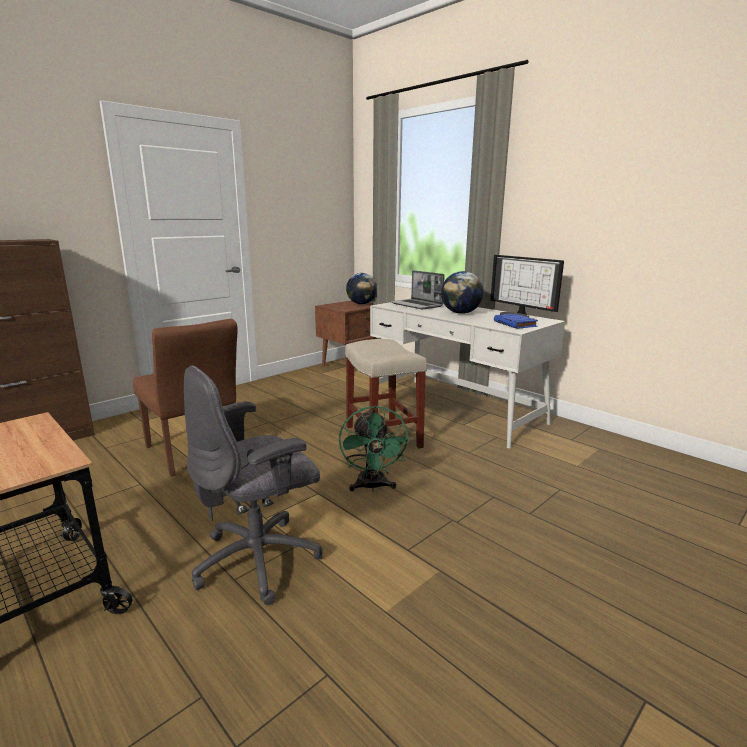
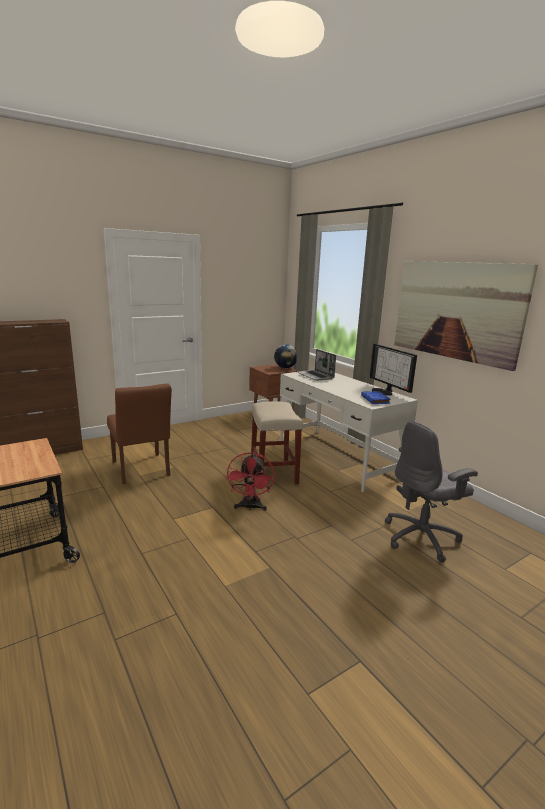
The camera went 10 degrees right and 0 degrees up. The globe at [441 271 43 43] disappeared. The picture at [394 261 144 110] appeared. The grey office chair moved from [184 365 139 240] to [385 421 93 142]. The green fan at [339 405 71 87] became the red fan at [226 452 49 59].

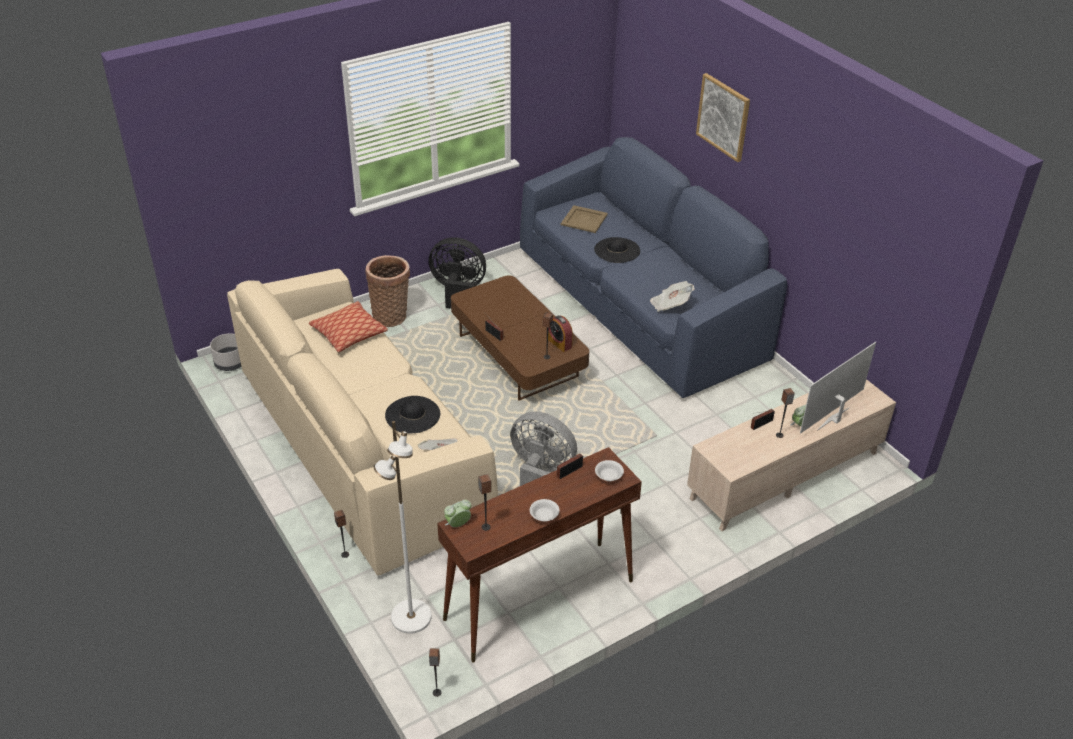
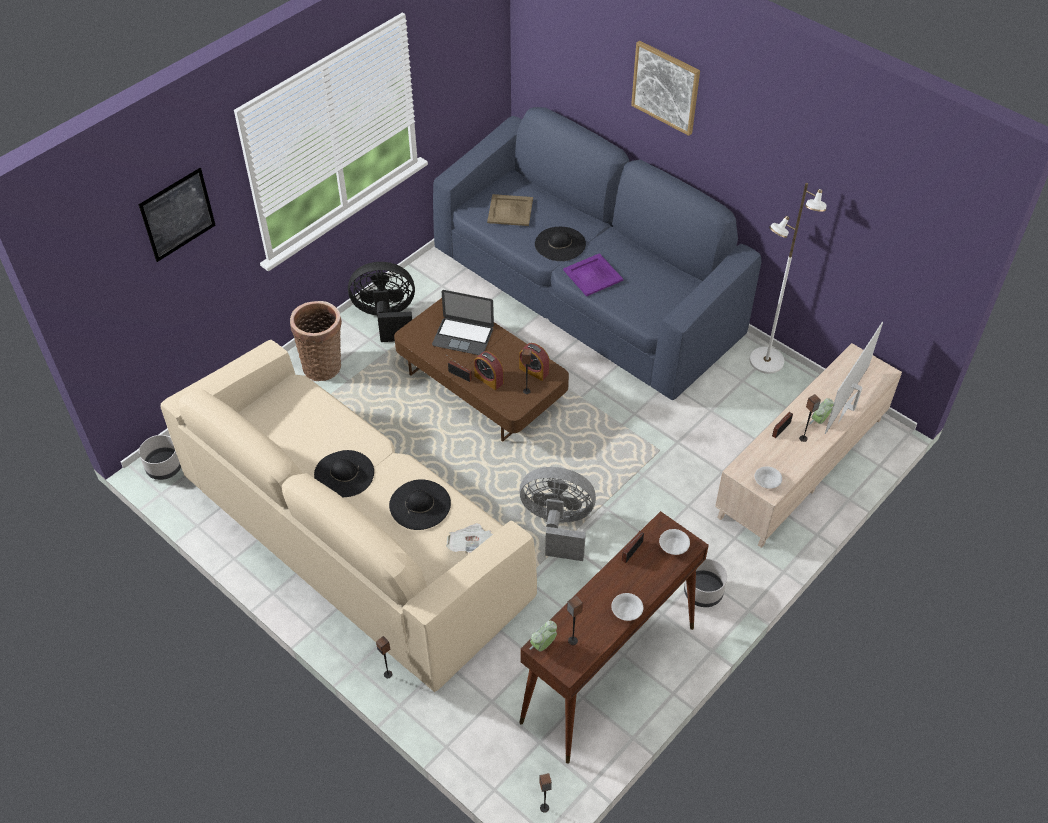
The camera went 15 degrees left and 10 degrees up. The pillow at [309 301 79 52] disappeared. The newspaper at [650 281 45 31] disappeared. The picture at [138 168 77 94] appeared. The black hat at [314 450 60 47] appeared. The laptop at [432 290 62 65] appeared. The alarm clock at [474 351 29 39] appeared. The purple tray at [563 253 60 44] appeared. The grey planter at [684 558 43 49] appeared. The white bowl at [755 466 27 23] appeared. The white floor lamp moved from [374 421 58 213] to [750 183 76 191].

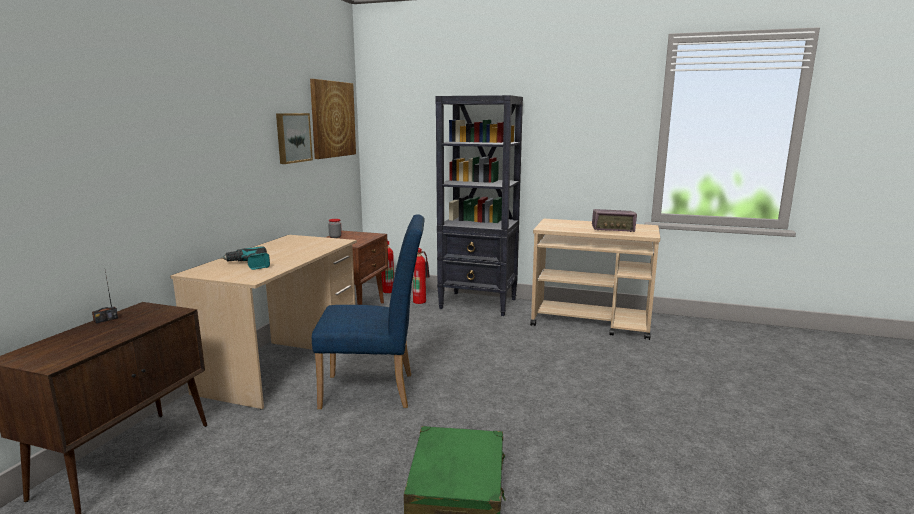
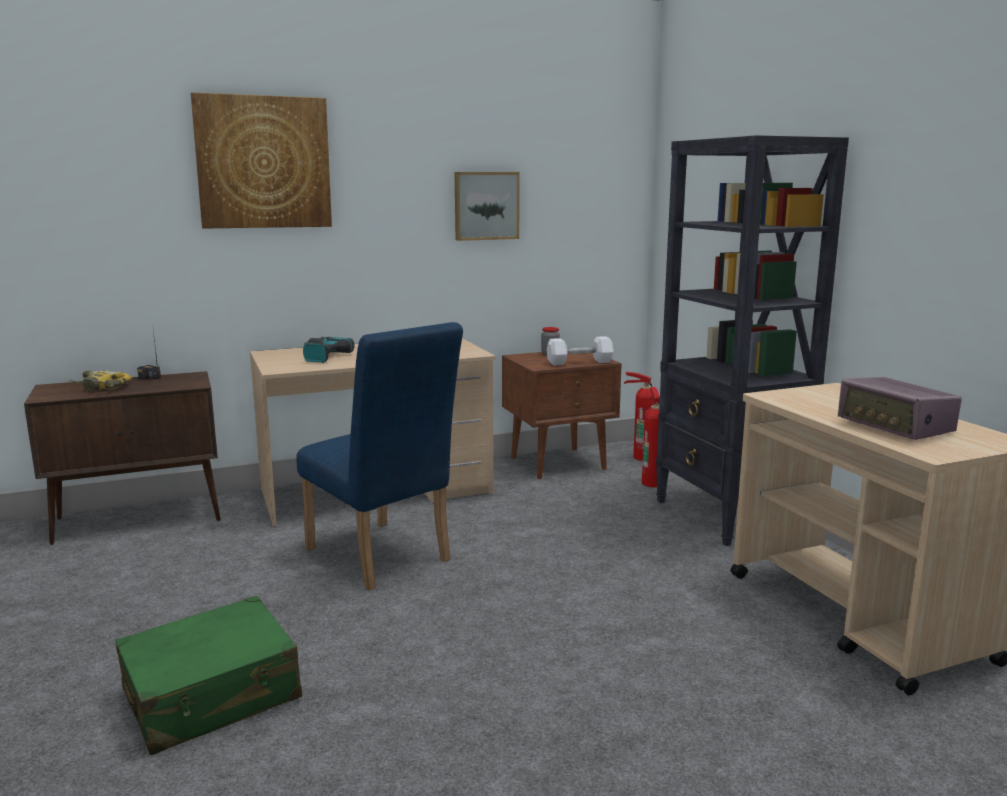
The camera went 50 degrees right and 0 degrees up. The power drill at [69 370 63 21] appeared. The white dumbbell at [547 336 67 29] appeared. The picture moved from [310 79 46 80] to [191 92 141 137].

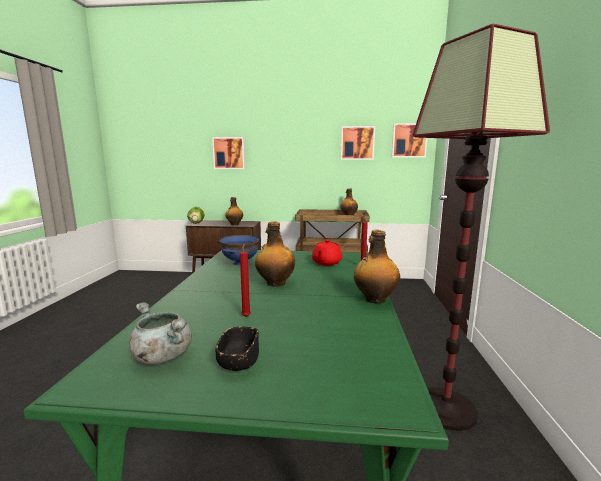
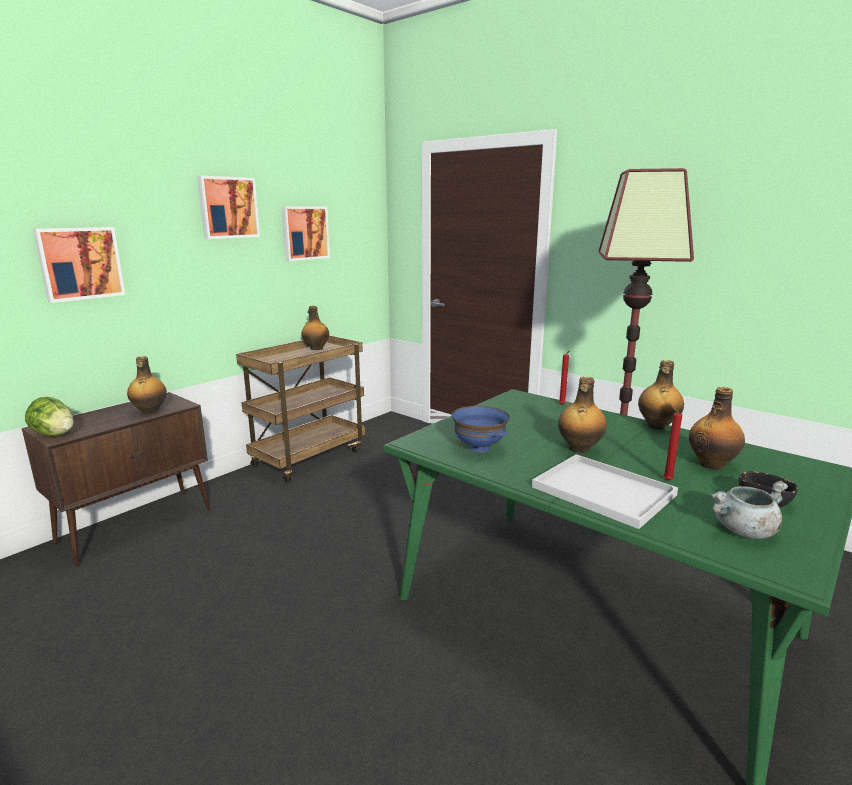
The camera went 55 degrees left and 5 degrees up. The red teapot at [312 239 30 26] disappeared. The white tray at [532 454 146 75] appeared. The bottle at [689 387 56 83] appeared. The picture moved from [391 123 36 35] to [197 176 63 63].

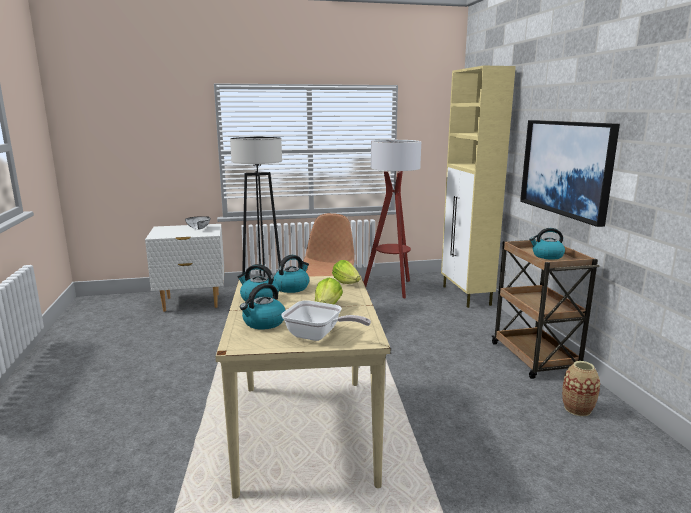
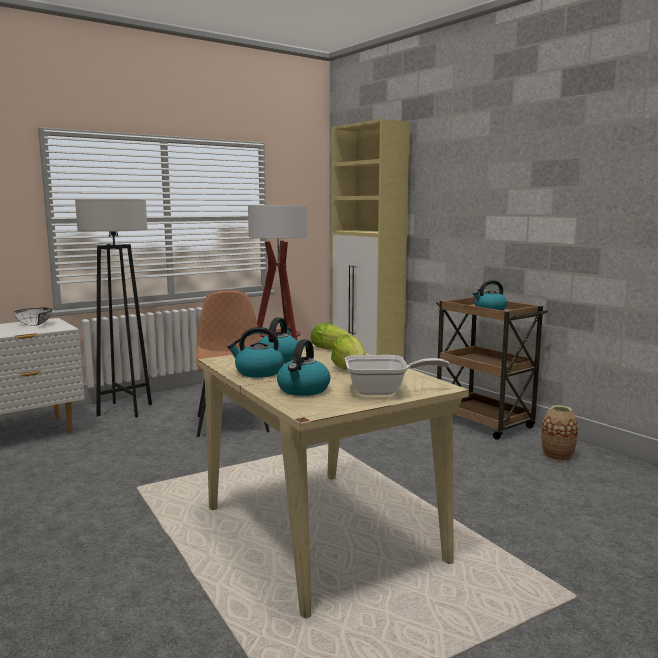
The camera went 25 degrees left and 5 degrees down. The picture at [520 120 100 107] disappeared.

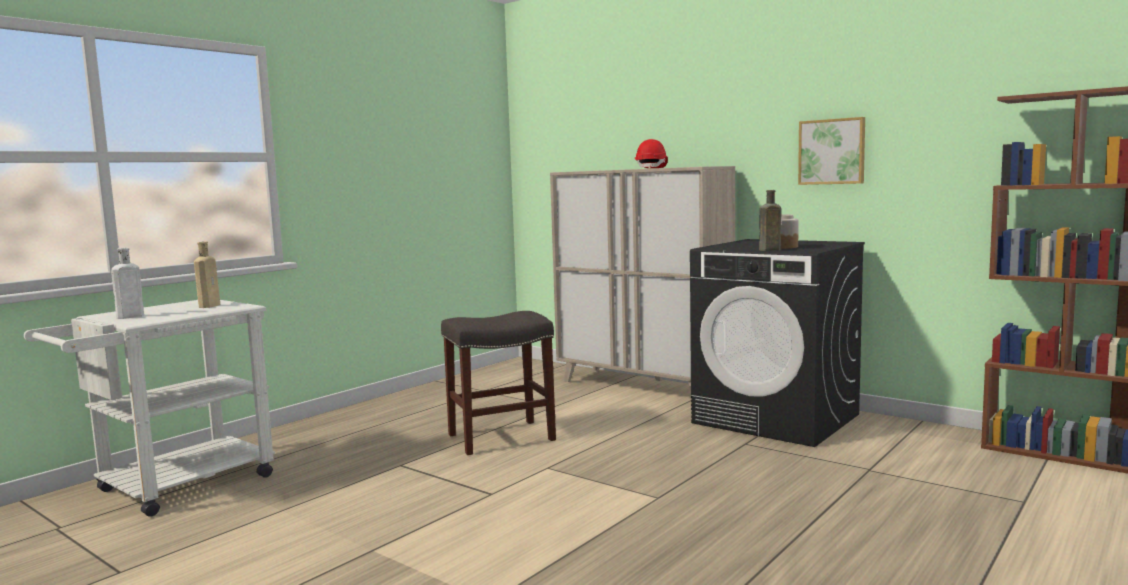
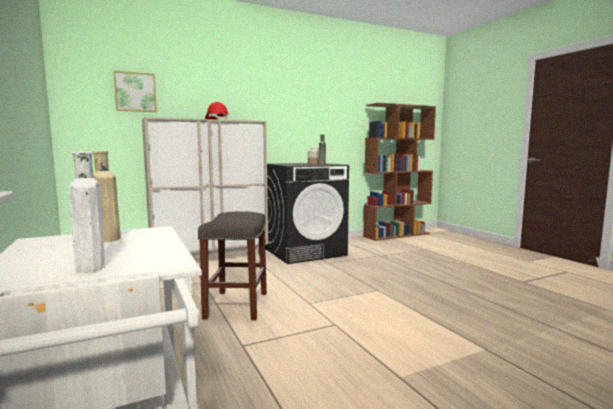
The camera went 65 degrees left and 0 degrees up. The picture moved from [798 117 67 68] to [113 71 44 41].

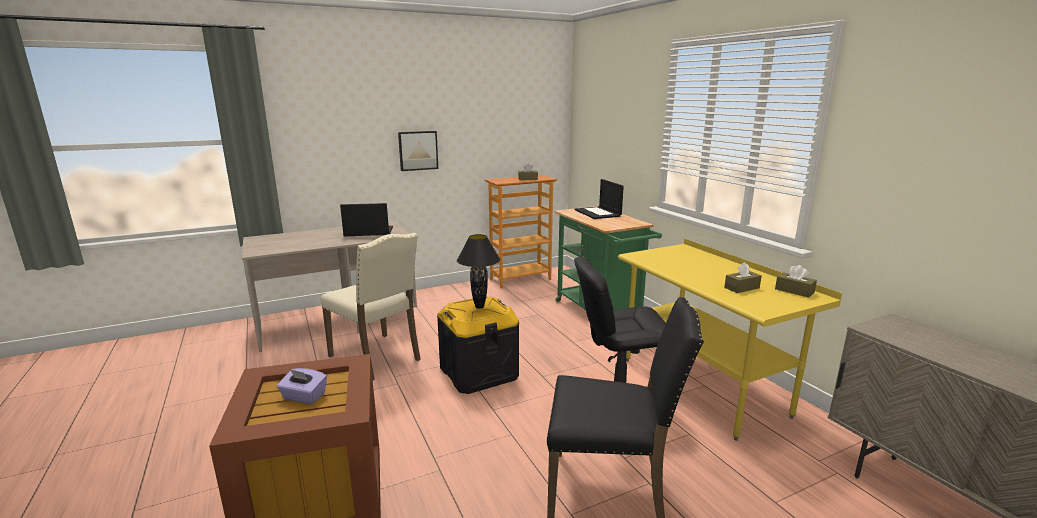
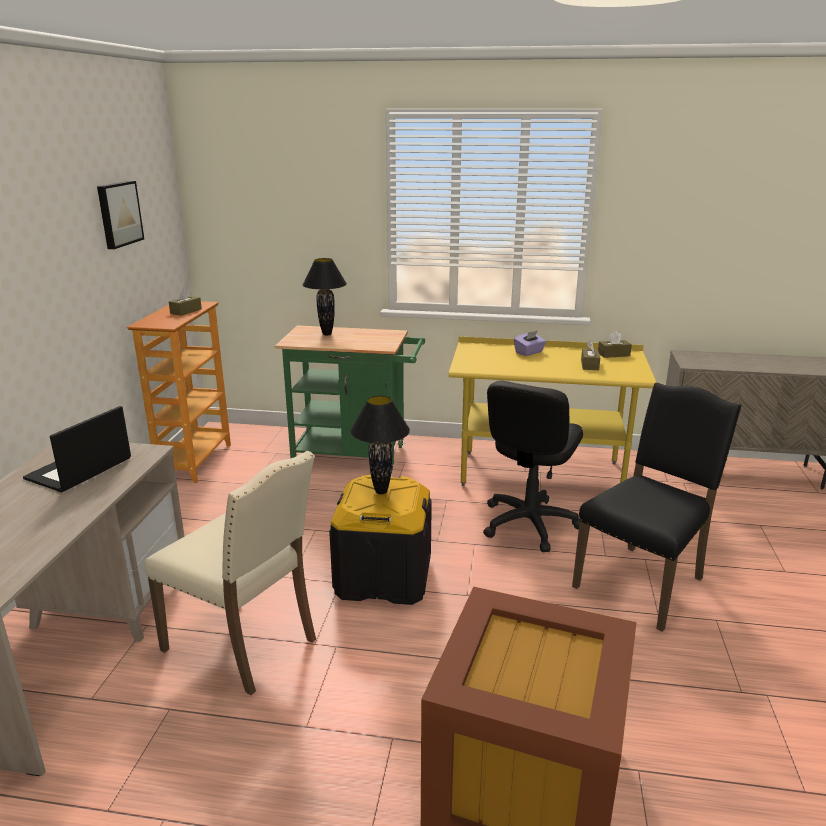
The camera went 55 degrees left and 5 degrees up. The purple tissue box moved from [277 368 50 36] to [514 331 32 25]. The picture moved from [398 131 40 40] to [97 181 47 68]. The laptop at [574 179 50 40] was replaced by the black table lamp at [303 258 44 77]. The beige chair at [321 233 100 147] turned 45 degrees clockwise.

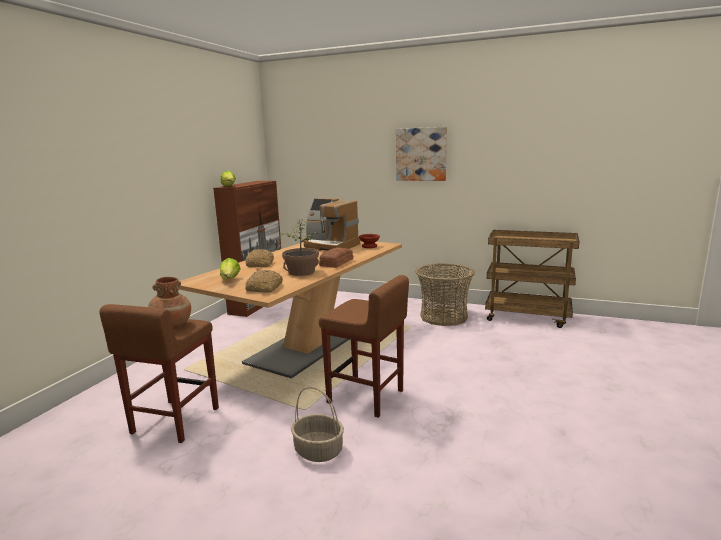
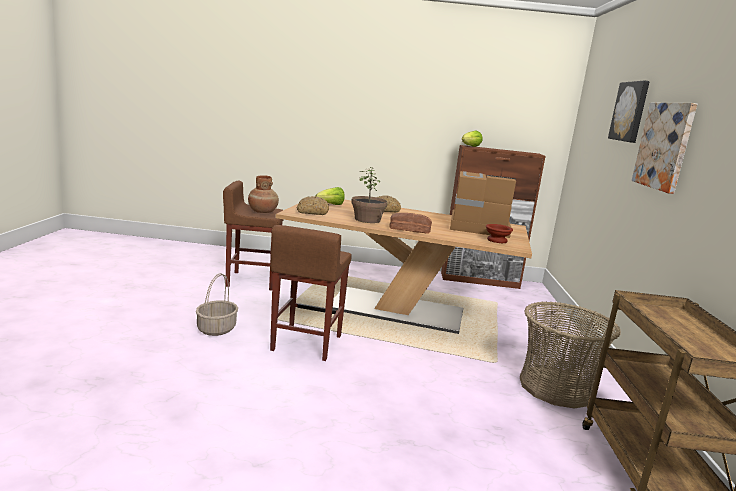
The camera went 70 degrees right and 0 degrees up. The picture at [608 81 42 62] appeared. The coffee machine at [302 198 58 53] turned 90 degrees clockwise.

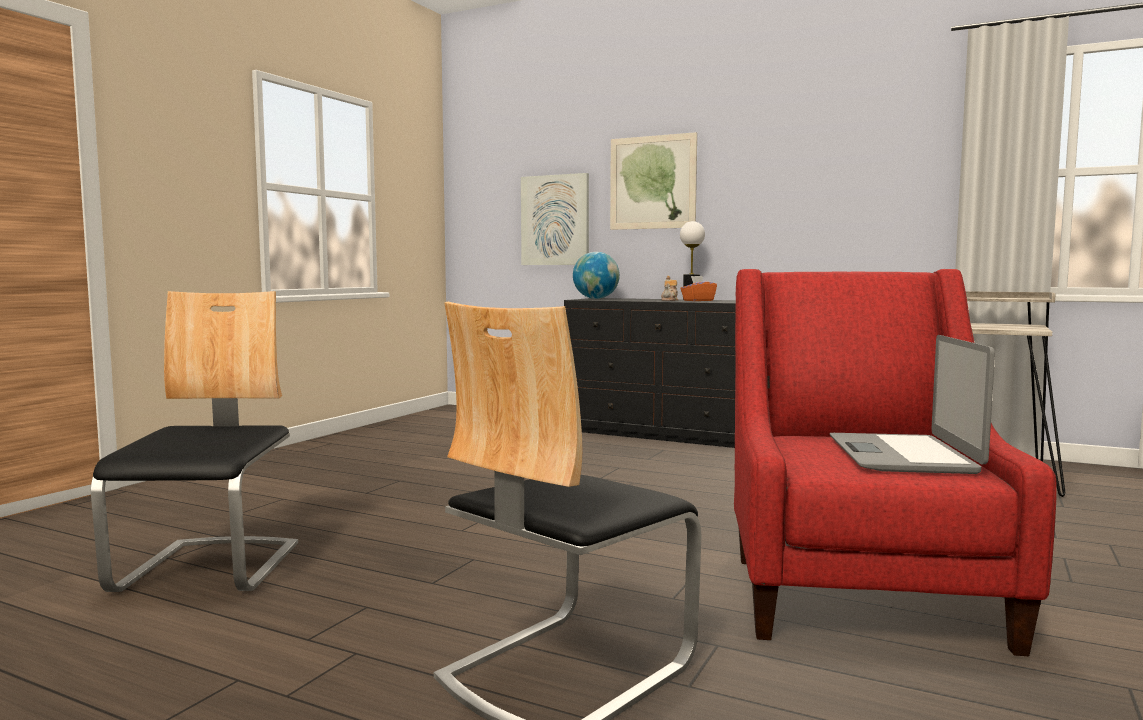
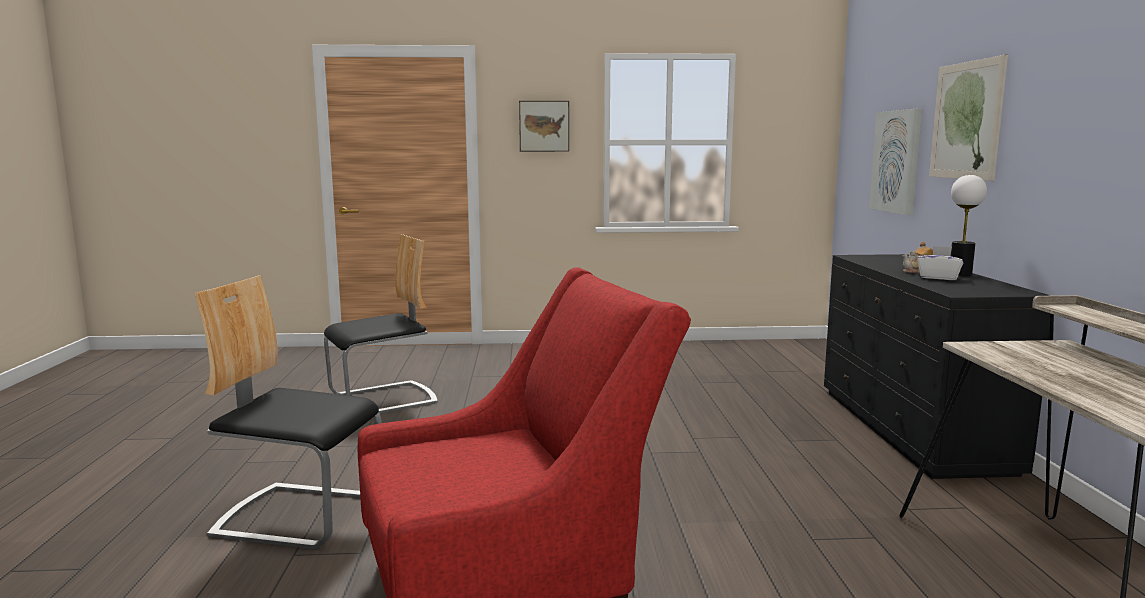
The camera went 60 degrees right and 5 degrees up. The globe at [573 252 47 47] disappeared. The laptop at [830 335 165 139] disappeared. The picture at [519 101 50 51] appeared. The orange tissue box at [681 276 36 25] became the white tissue box at [918 246 45 34].

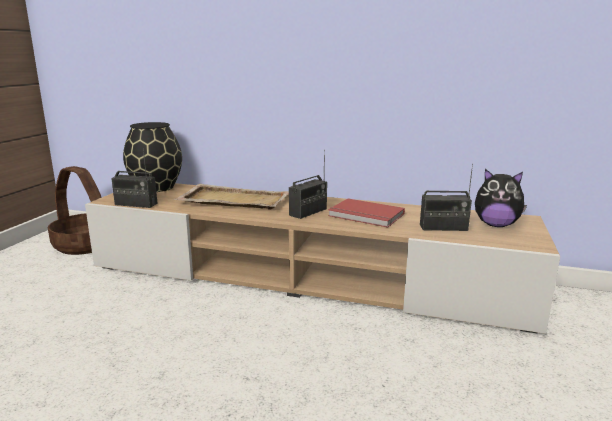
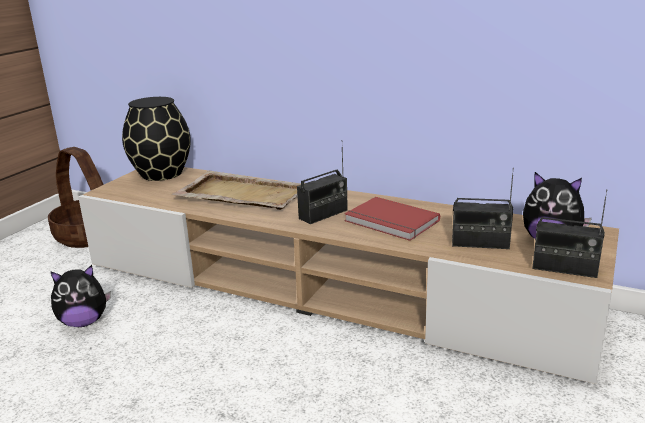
The camera went 10 degrees right and 5 degrees up. The plush toy at [50 265 61 62] appeared. The radio moved from [111 148 47 60] to [532 189 76 89].

